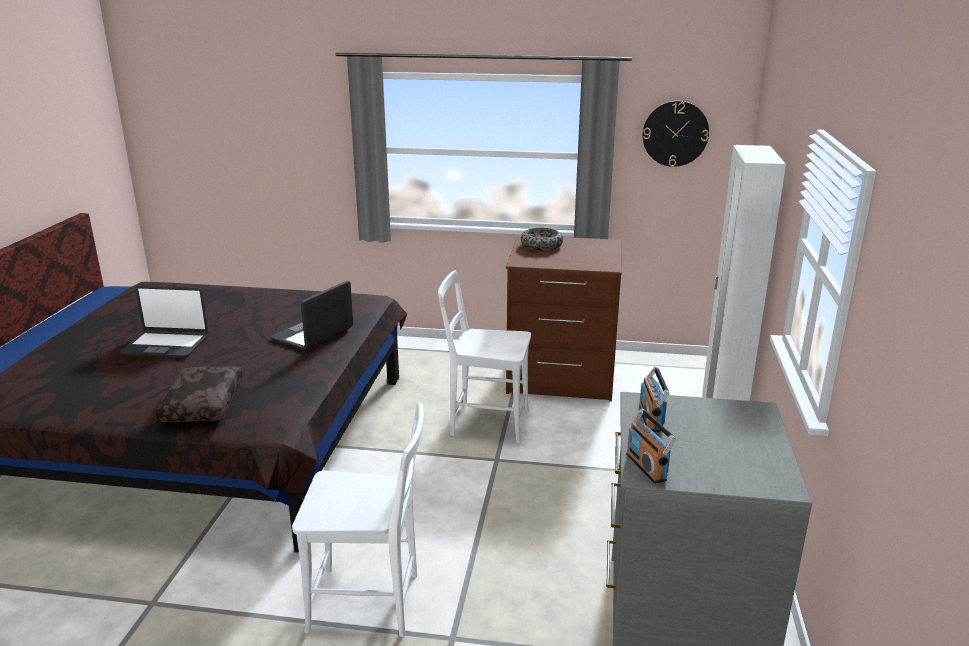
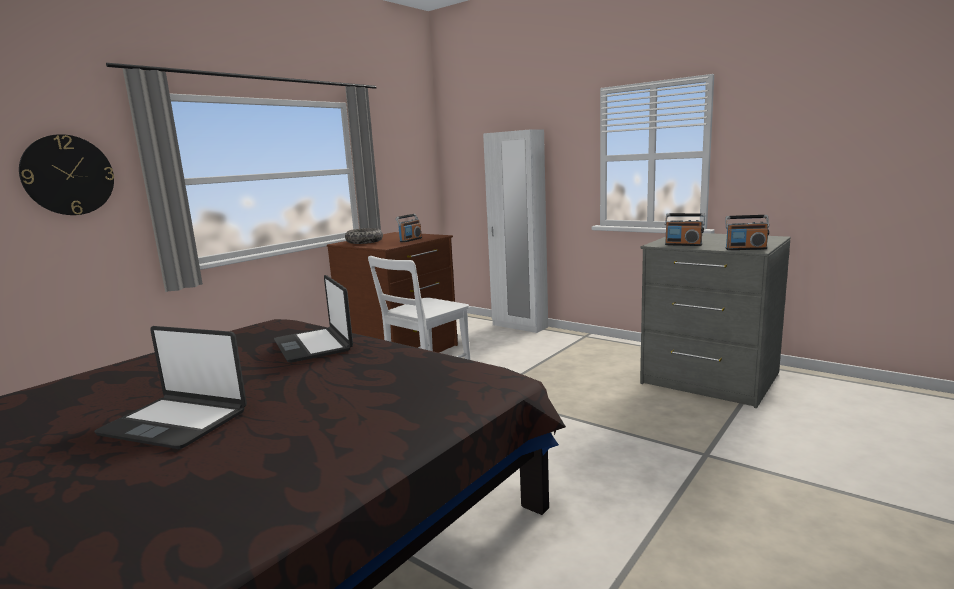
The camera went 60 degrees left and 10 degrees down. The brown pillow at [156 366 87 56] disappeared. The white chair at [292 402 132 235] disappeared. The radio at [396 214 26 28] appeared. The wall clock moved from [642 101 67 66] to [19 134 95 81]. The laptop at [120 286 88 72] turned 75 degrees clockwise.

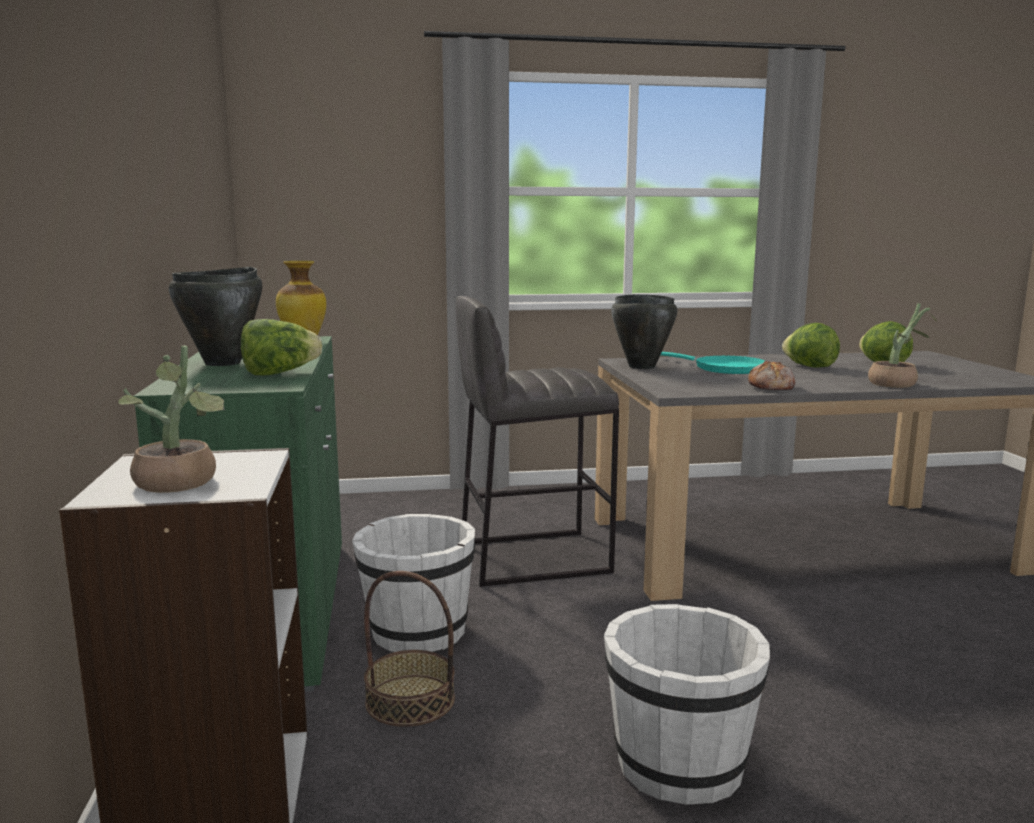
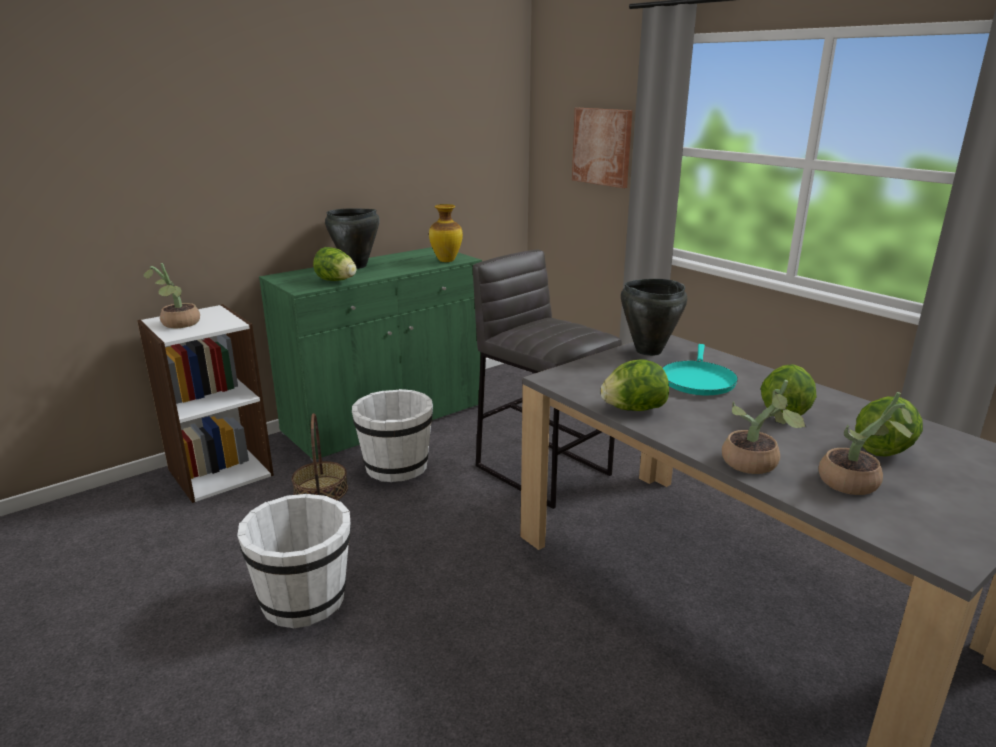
The camera went 60 degrees right and 10 degrees up. The picture at [572 108 61 80] appeared. The potted plant at [818 392 95 103] appeared. The bread at [748 361 47 29] was replaced by the lettuce at [601 360 68 51].

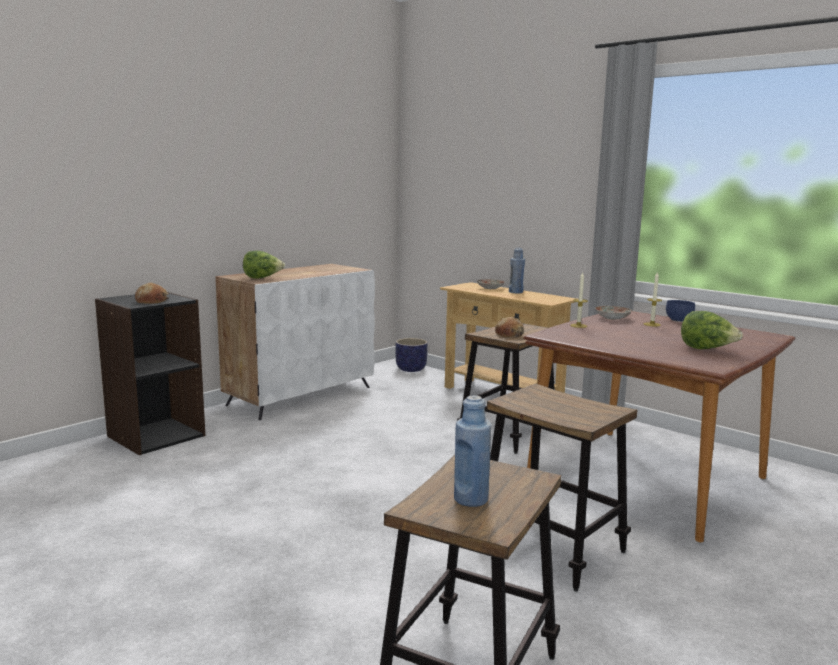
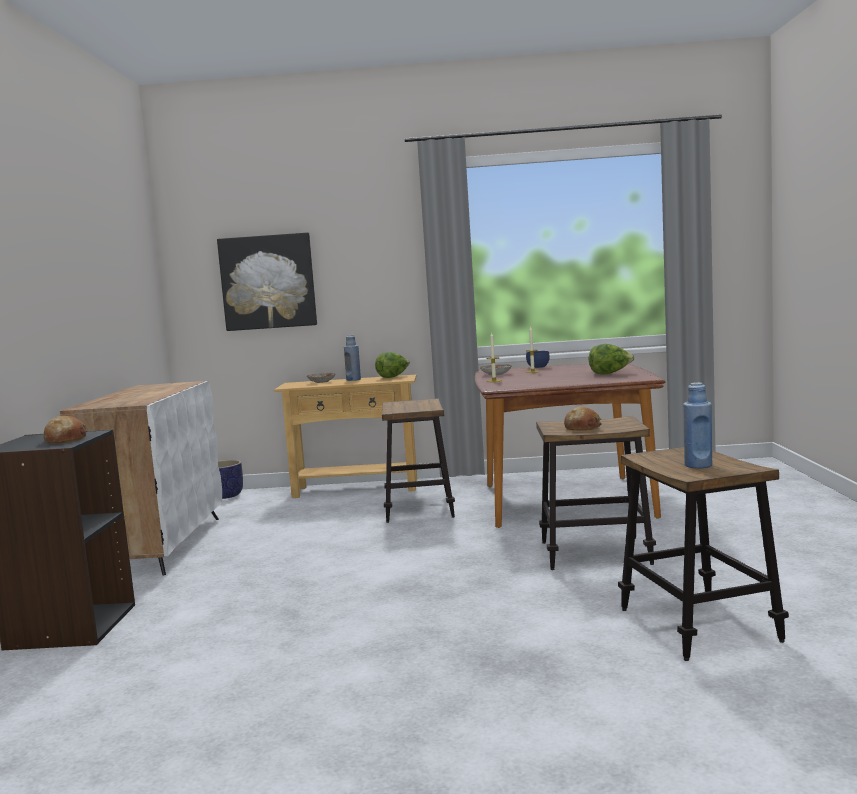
The camera went 40 degrees left and 5 degrees down. The picture at [217 232 100 99] appeared. The lettuce moved from [243 251 42 28] to [375 352 35 26]. The bread moved from [495 317 29 20] to [564 406 38 25].

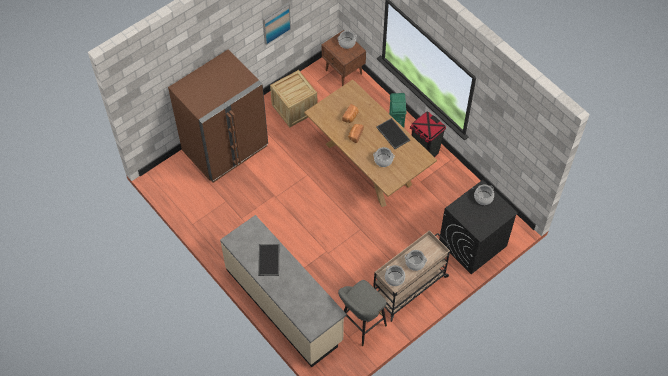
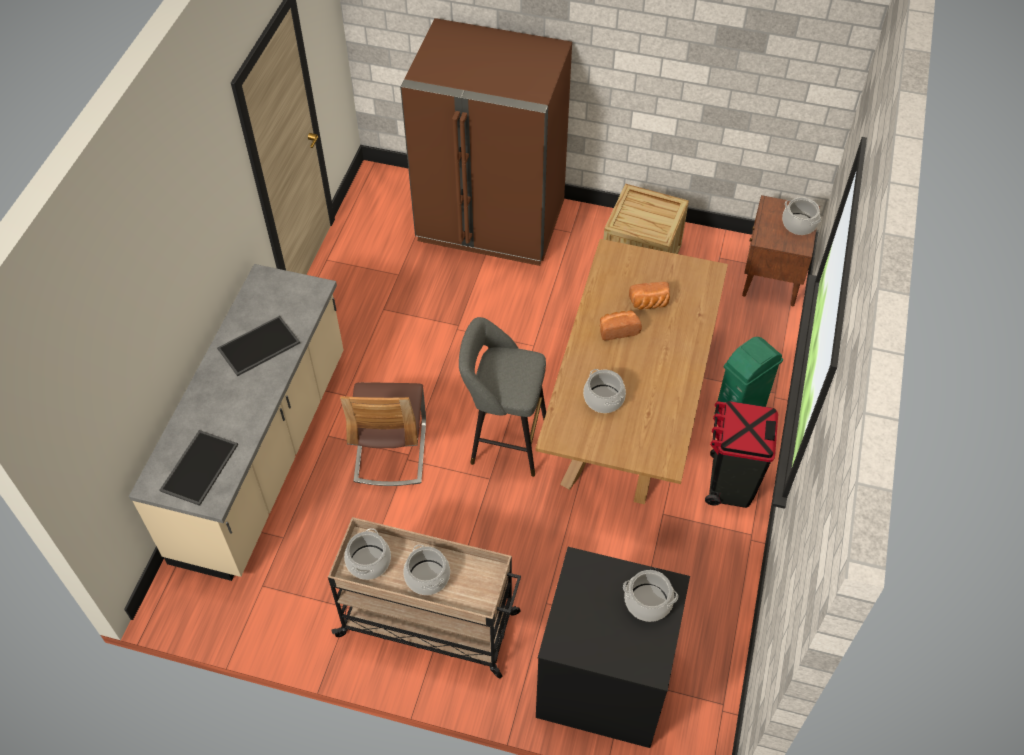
The camera went 55 degrees right and 5 degrees down. The picture at [263 3 28 42] disappeared. The chair at [340 382 86 104] appeared. The grey stool moved from [338 280 49 66] to [459 317 87 160]. The tray moved from [376 118 34 31] to [159 430 79 76].

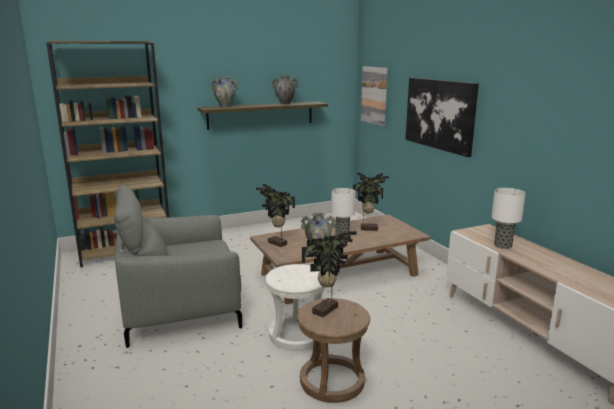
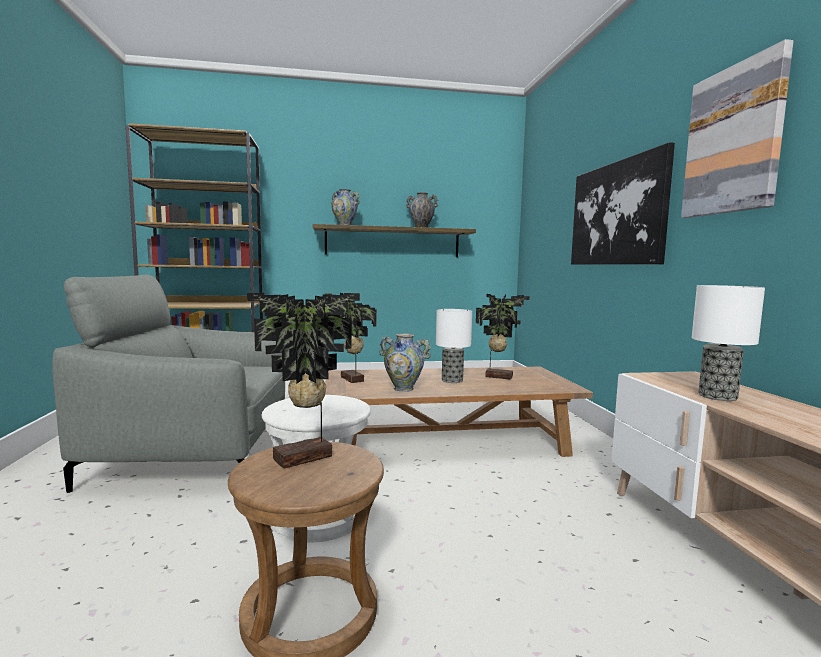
The camera went 15 degrees right and 10 degrees down. The picture moved from [361 67 27 59] to [681 39 112 179].

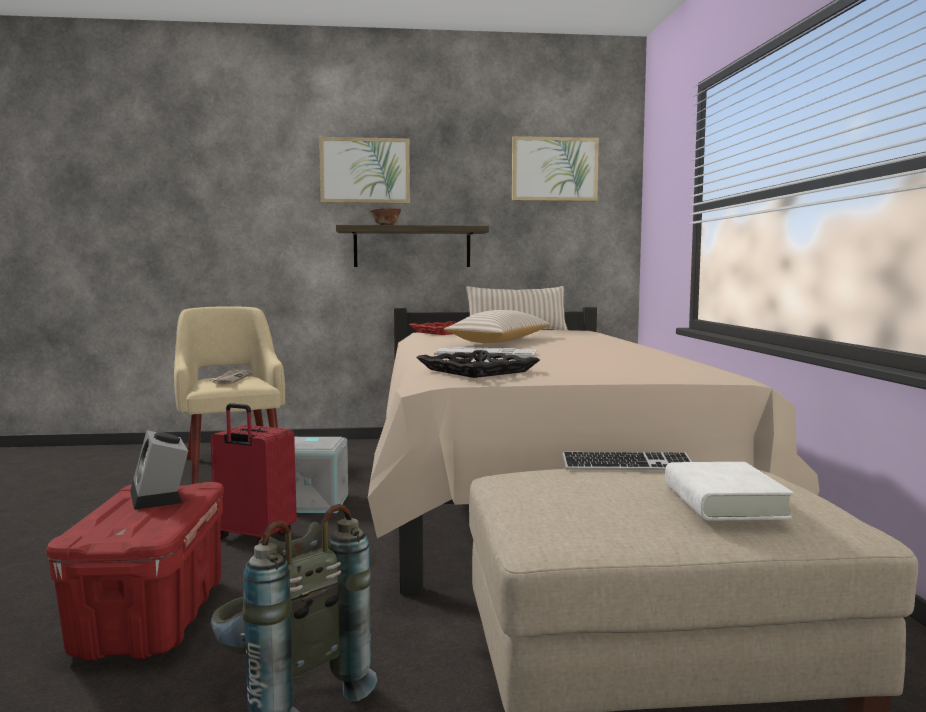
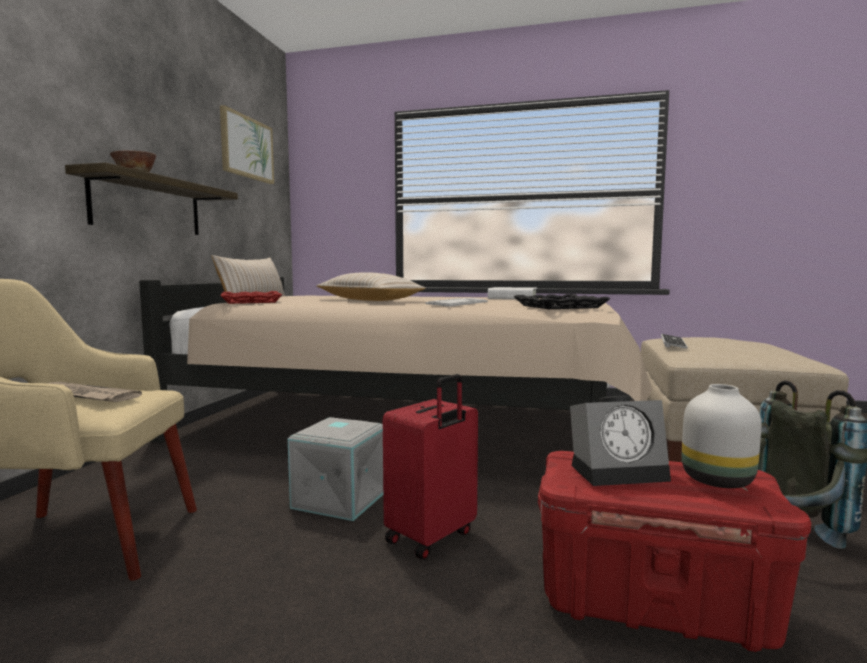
The camera went 70 degrees left and 0 degrees up. The picture at [319 137 91 67] disappeared. The white vase at [682 384 79 104] appeared. The white book moved from [665 462 129 59] to [488 287 49 13].

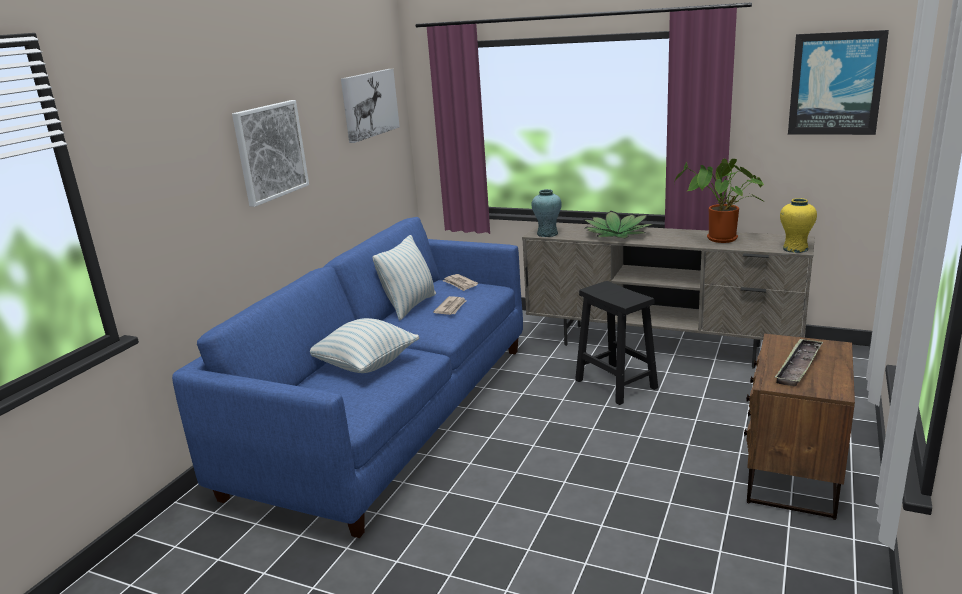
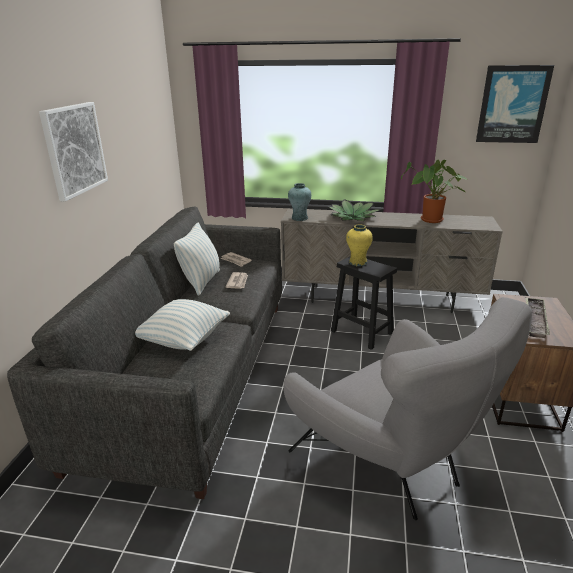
The camera went 15 degrees left and 5 degrees up. The picture at [341 69 59 74] disappeared. The grey armchair at [284 297 248 223] appeared. The yellow vase moved from [780 198 37 55] to [346 224 27 42]. The blue sofa at [172 217 351 321] became the grey sofa at [7 206 275 293].

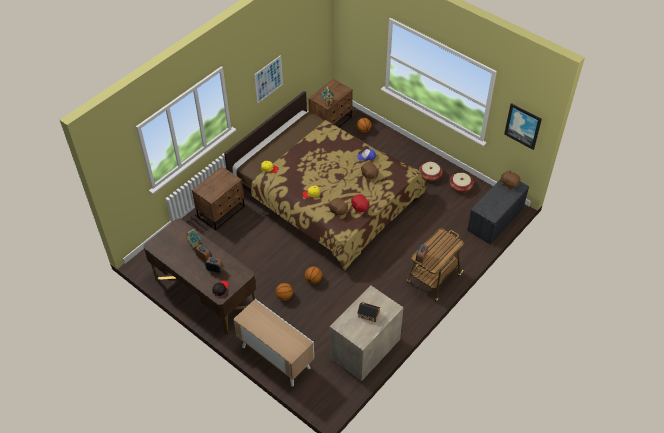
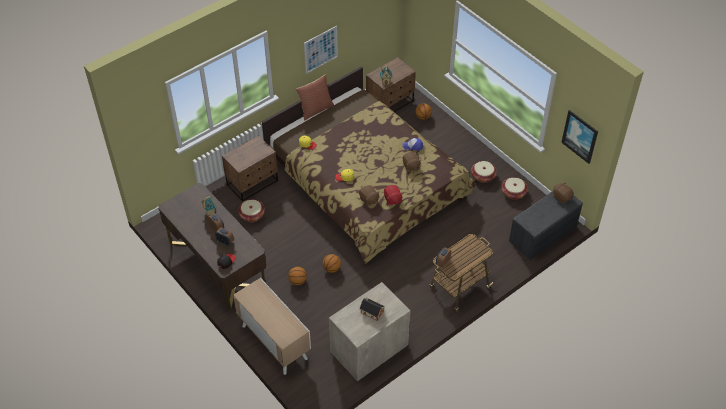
The camera went 10 degrees right and 0 degrees up. The basket at [238 199 27 23] appeared. The pillow at [296 74 38 47] appeared.

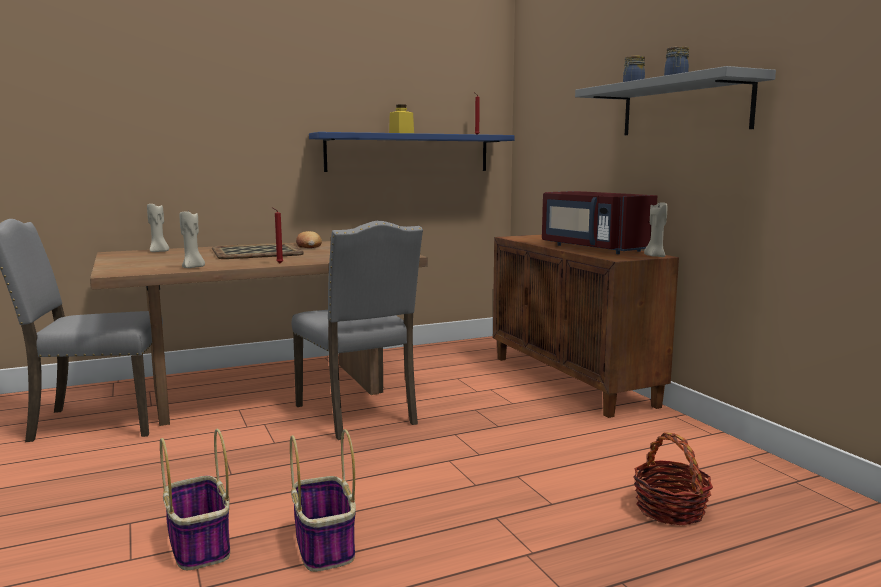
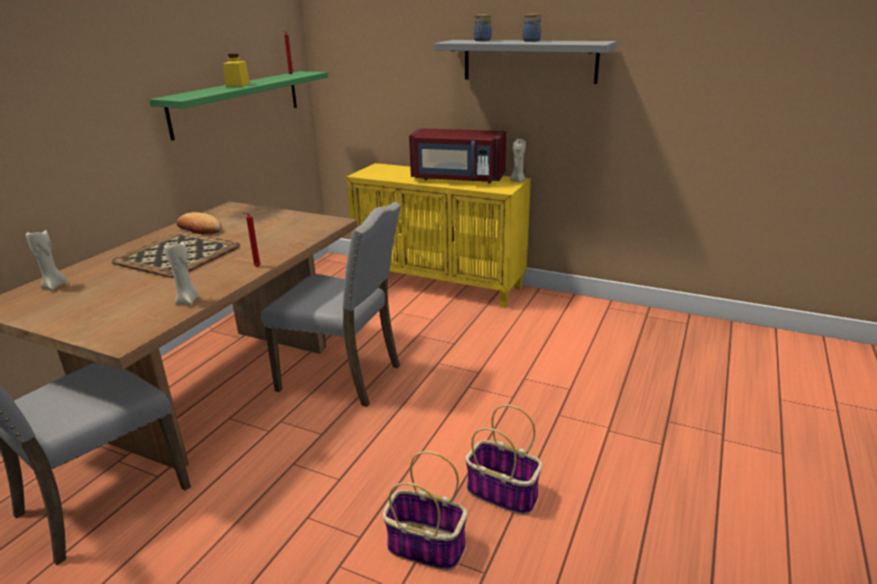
The camera went 40 degrees left and 15 degrees up. The basket at [634 432 79 93] disappeared. The blue shelf at [309 132 206 40] became the green shelf at [149 71 179 70]. The brown cabinet at [493 235 186 183] became the yellow cabinet at [346 163 185 145].

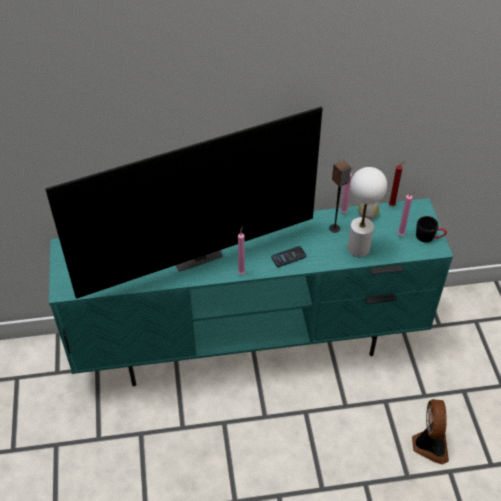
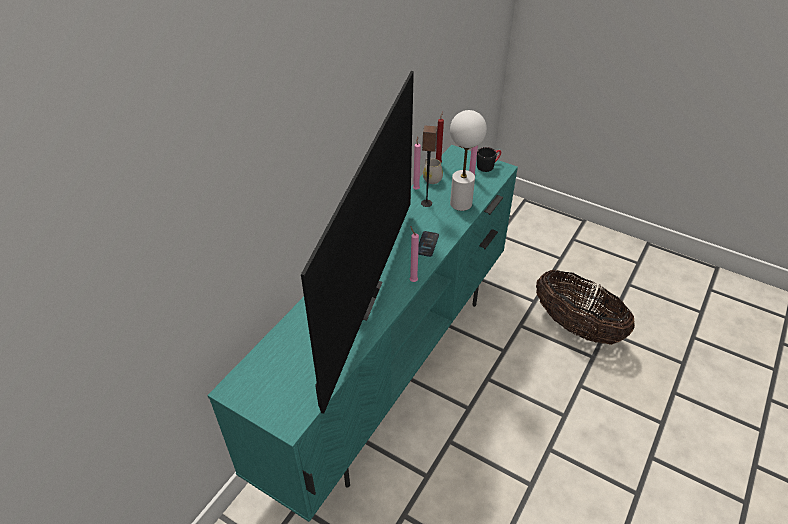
The camera went 50 degrees left and 5 degrees down. The fan at [412 399 37 65] was replaced by the basket at [536 270 99 75].

